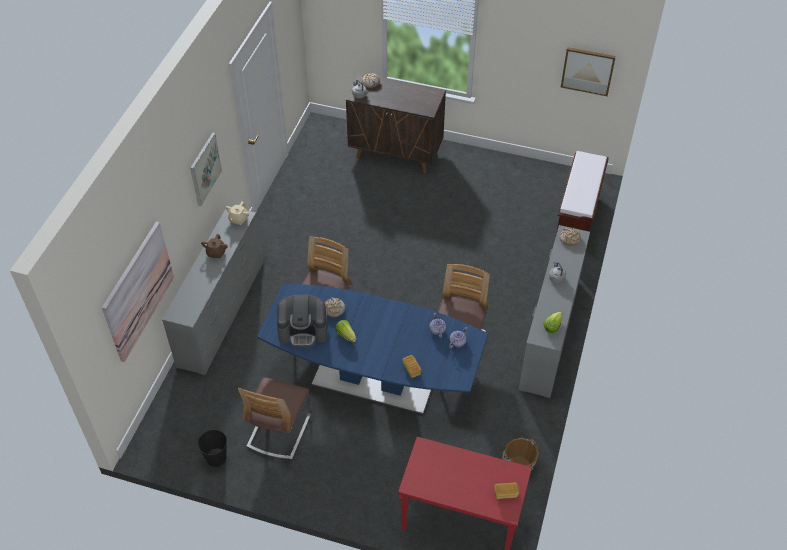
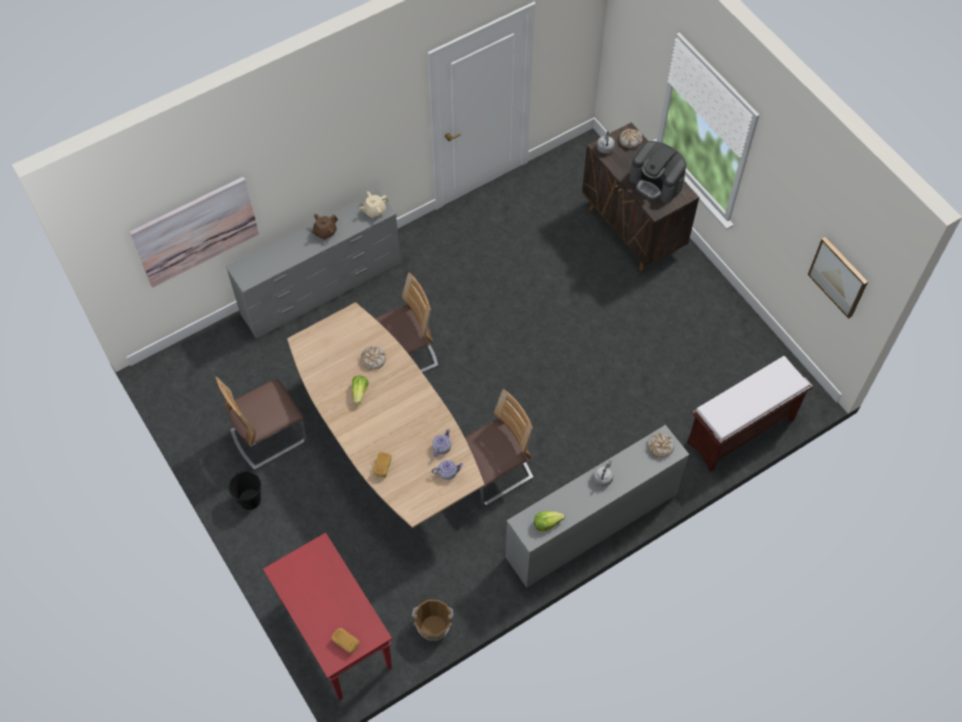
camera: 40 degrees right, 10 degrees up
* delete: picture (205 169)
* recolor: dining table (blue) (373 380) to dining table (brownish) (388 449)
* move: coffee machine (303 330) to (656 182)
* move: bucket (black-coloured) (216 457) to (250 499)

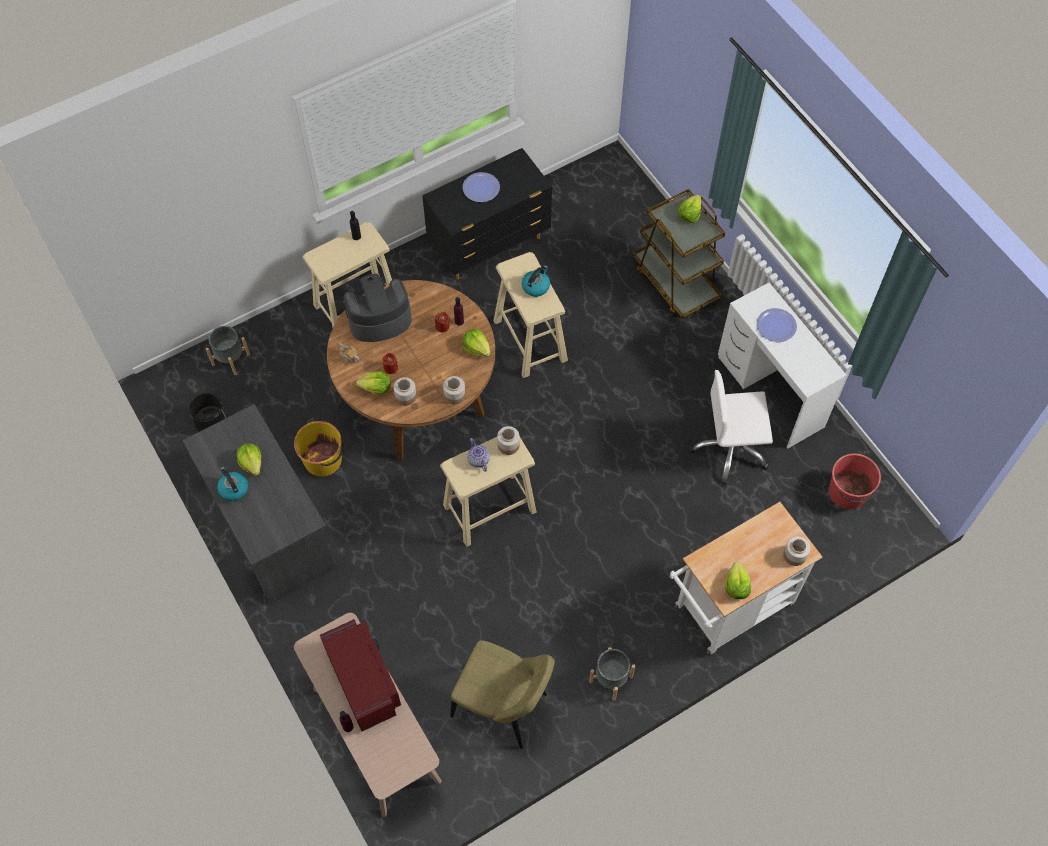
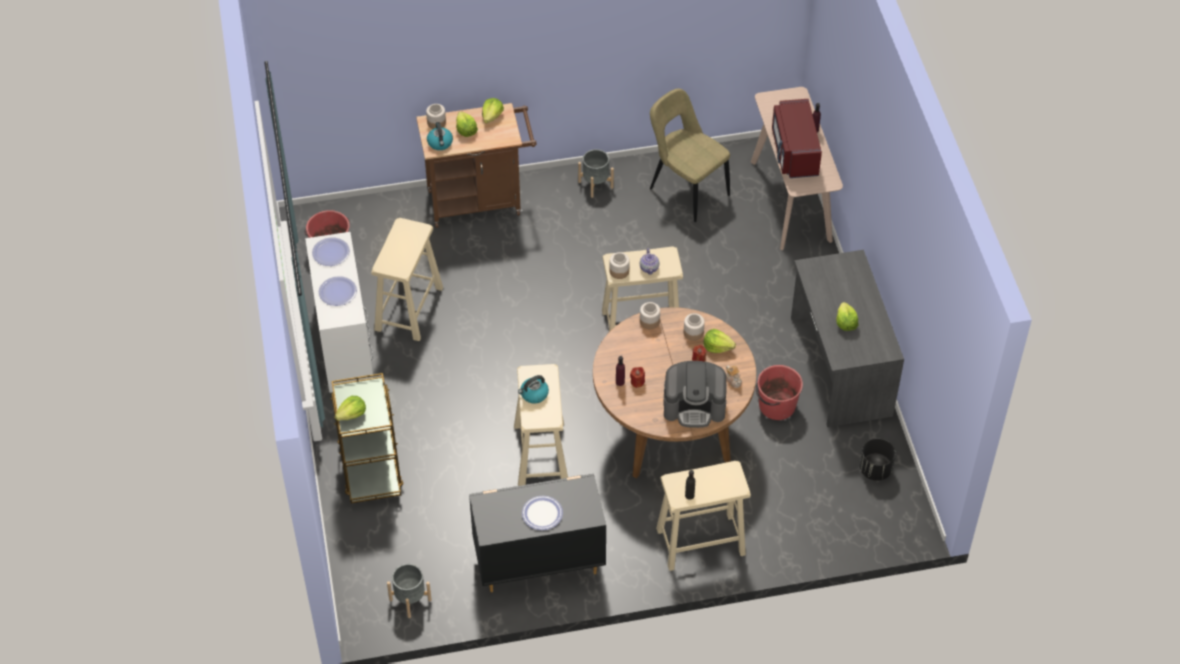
camera: 160 degrees left, 10 degrees down
* move: flower pot (greyish) (230 359) to (410 600)
* move: head of lettuce (477 348) to (465 130)
* replace: computer chair (white) (730 449) to sitting stool (sand-coloured) (408 309)
* recolor: bucket (yellow-coloured) (323 459) to bucket (reddish) (776 406)
* move: tea kettle (233 489) to (440 143)
* recolor: trolley (white) (728 609) to trolley (brownish) (480 201)
* insert: flat dish (331 252)

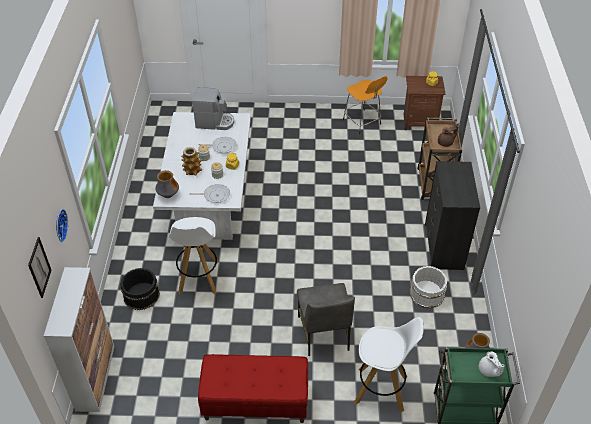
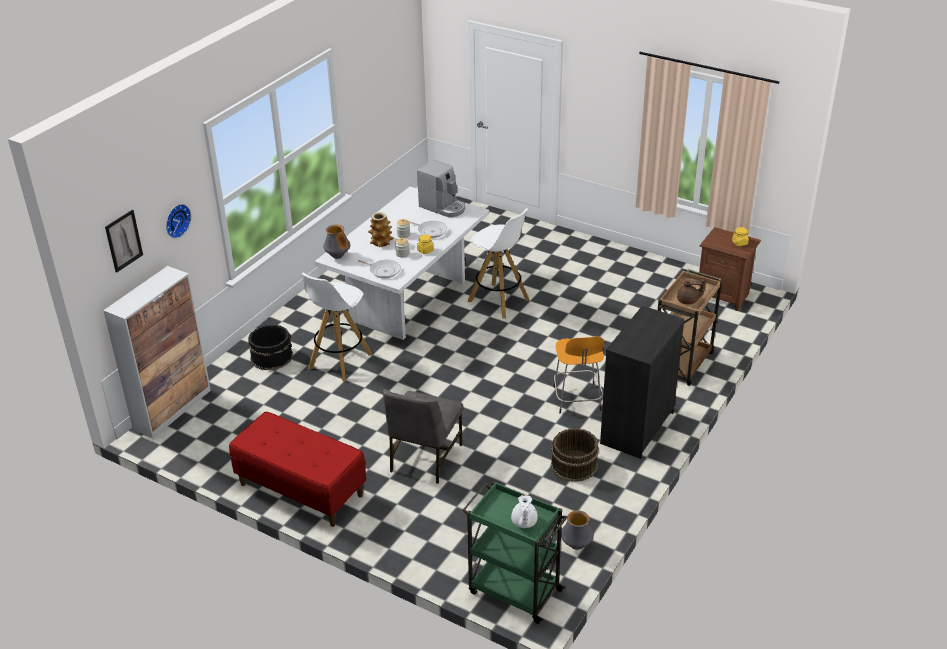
camera: 30 degrees right, 10 degrees down
* move: sitting stool (orange) (362 122) to (577 400)
* recolor: bucket (white) (426 293) to bucket (brownish) (573 465)
* move: sitting stool (white) (381 389) to (499 301)

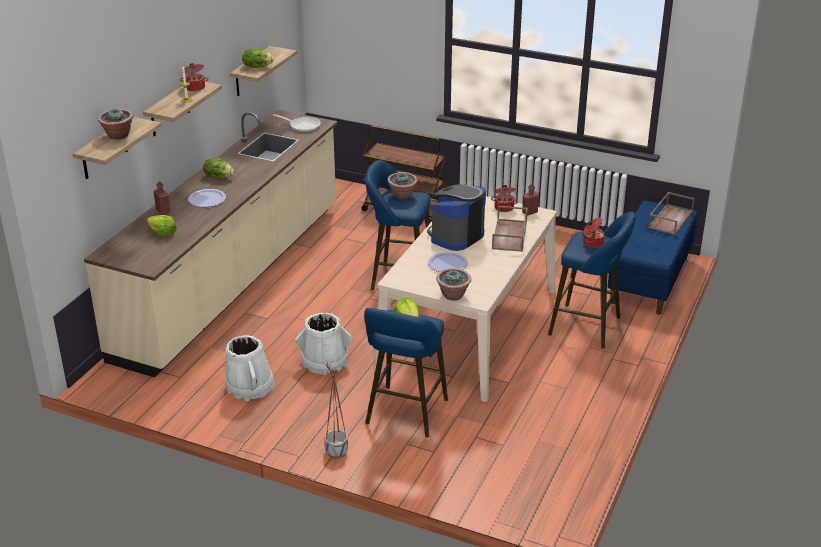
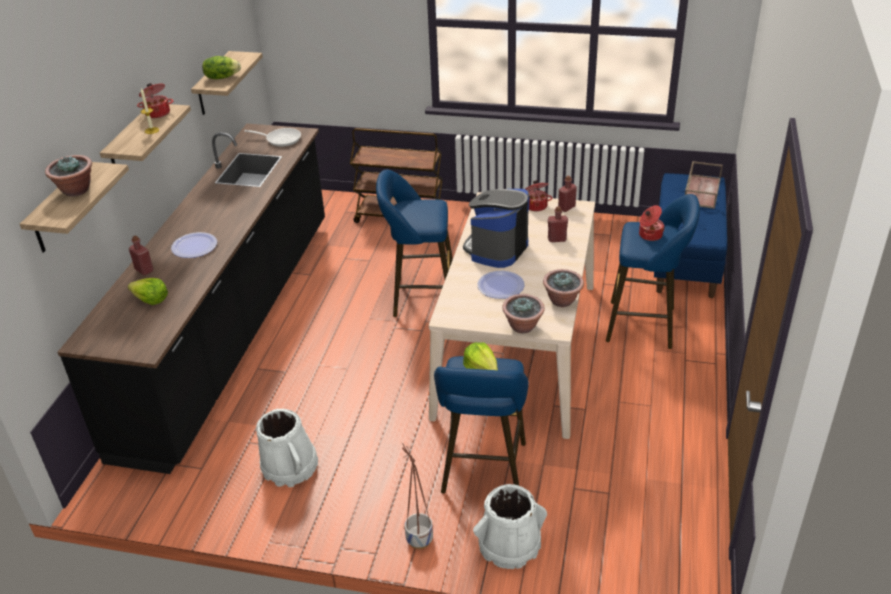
camera: 10 degrees left, 5 degrees up
* recolor: kitchen base unit (sand-coloured) (233 280) to kitchen base unit (black-coloured) (233 328)
* delete: head of lettuce (218 176)
* move: plant in a pot (402 195) to (562 300)
* replace: serving tray (brownish) (510 235) to beverage bottle (reddish) (557 239)
* move: bucket (white) (324 361) to (509 544)

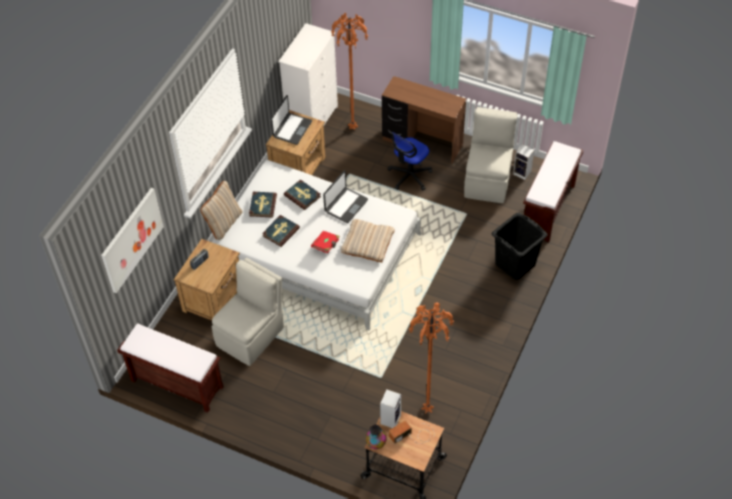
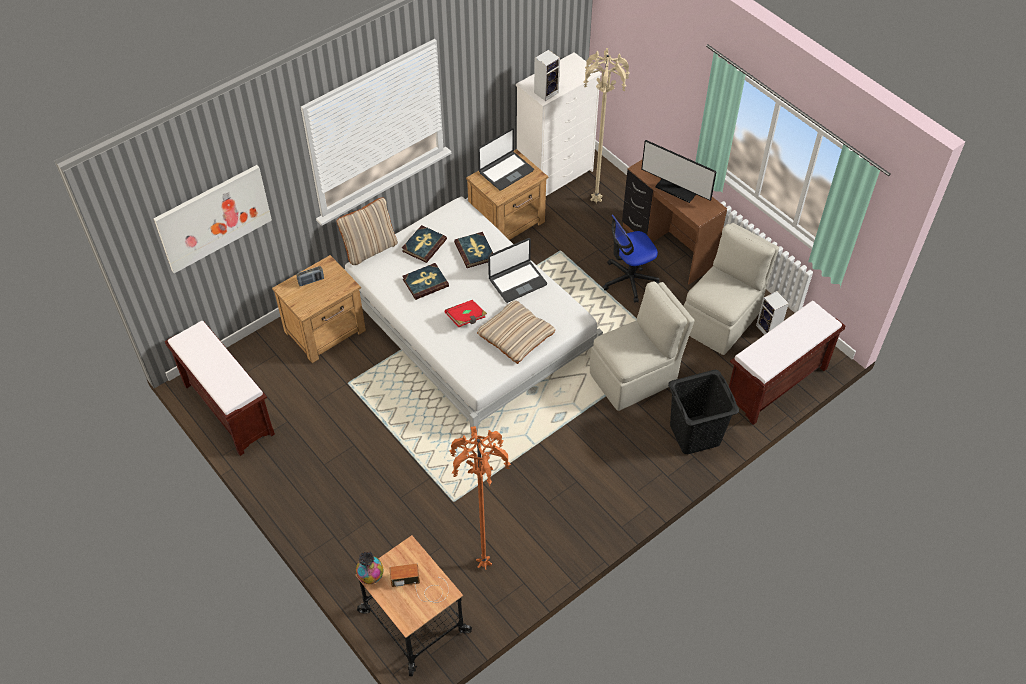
camera: 25 degrees right, 0 degrees up
* recolor: standing lamp (orange) (353 128) to standing lamp (sand-coloured) (596 202)
* move: upright chair (sand-coloured) (251 335) to (635 377)
* move: speaker (390 418) to (546 92)
* insert: computer display (676 189)

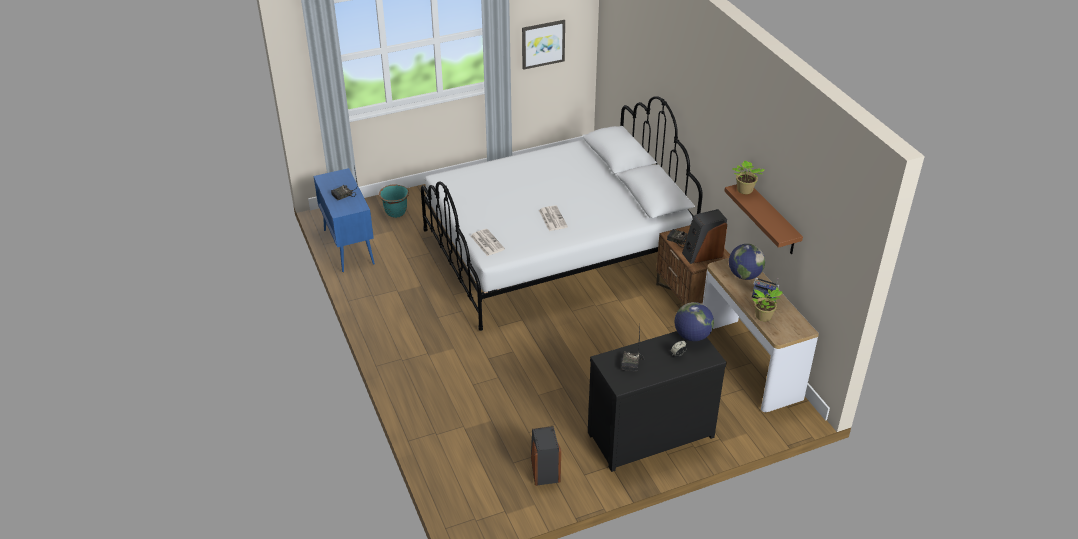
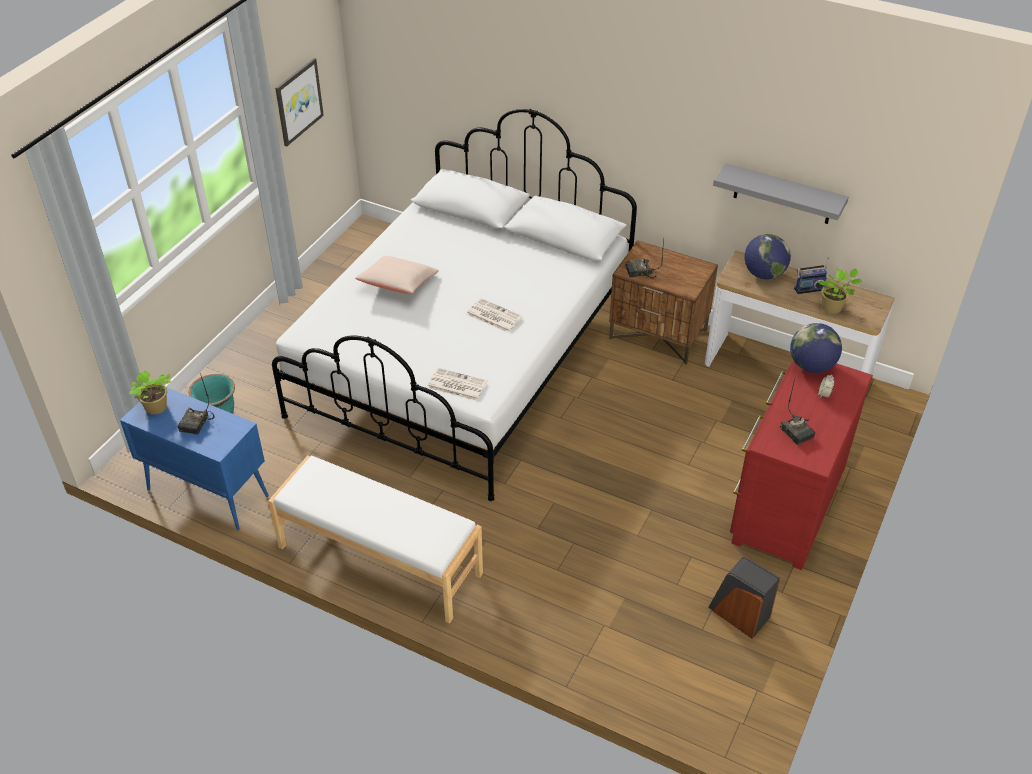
camera: 40 degrees left, 5 degrees up
* move: plant in a pot (744 190) to (156 409)
* recolor: bracket shelf (brownish) (772 219) to bracket shelf (greyish) (783 194)
* delete: speaker (702 254)
* recolor: drawer chest (black-coloured) (648 432) to drawer chest (reddish) (785 504)
* insert: throw pillow (sand-coloured) (398 284)
* insert: bench (white) (379 561)

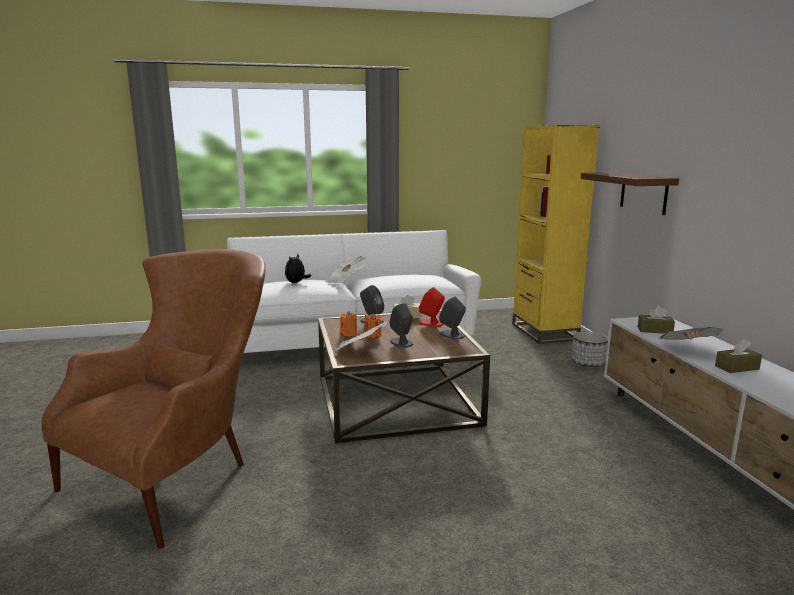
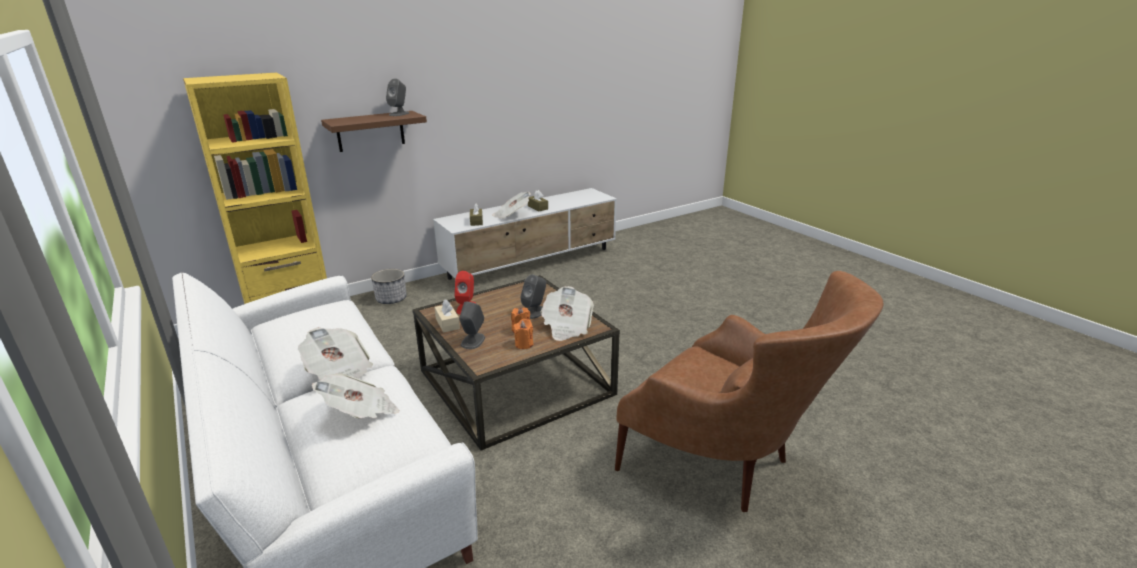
camera: 110 degrees left, 10 degrees up
* rotate: lounge chair (brownish) (181 471) = (727 466) 150 degrees counterclockwise
* replace: soft toy (296 282) to newspaper (361 413)
* move: speaker (greyish) (452 335) to (399 114)

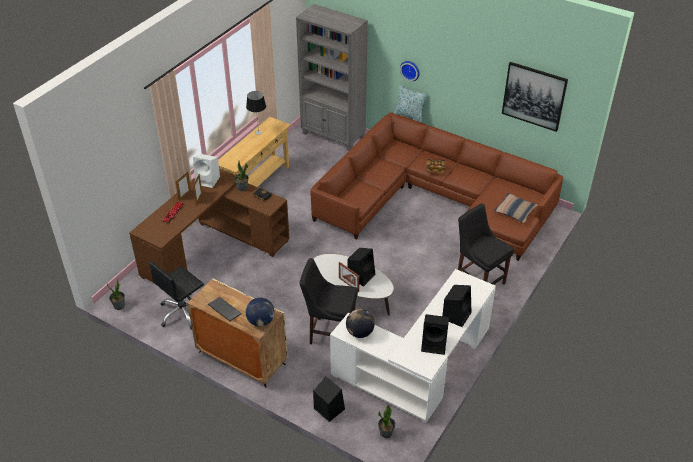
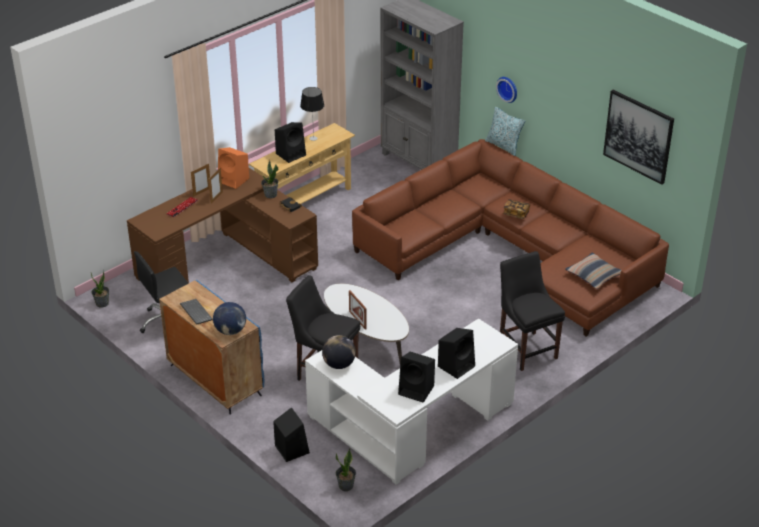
camera: 15 degrees right, 5 degrees down
* recolor: speaker (white) (208 180) to speaker (orange) (234 180)
* move: speaker (black-coloured) (361 275) to (291 154)
* recolor: cabinet (sand-coloured) (241 358) to cabinet (blue) (215 380)

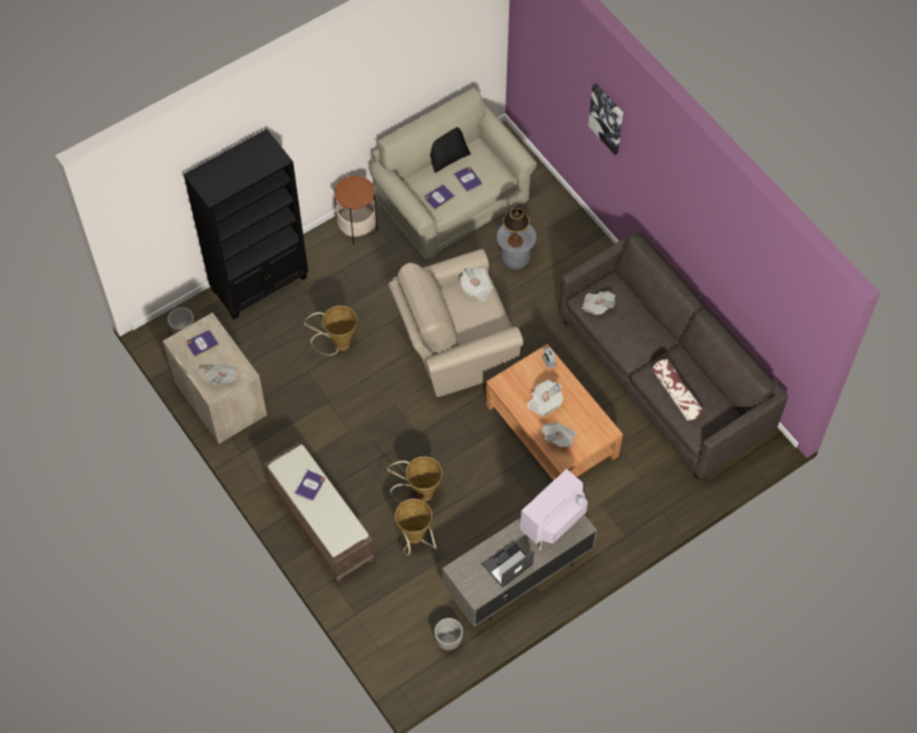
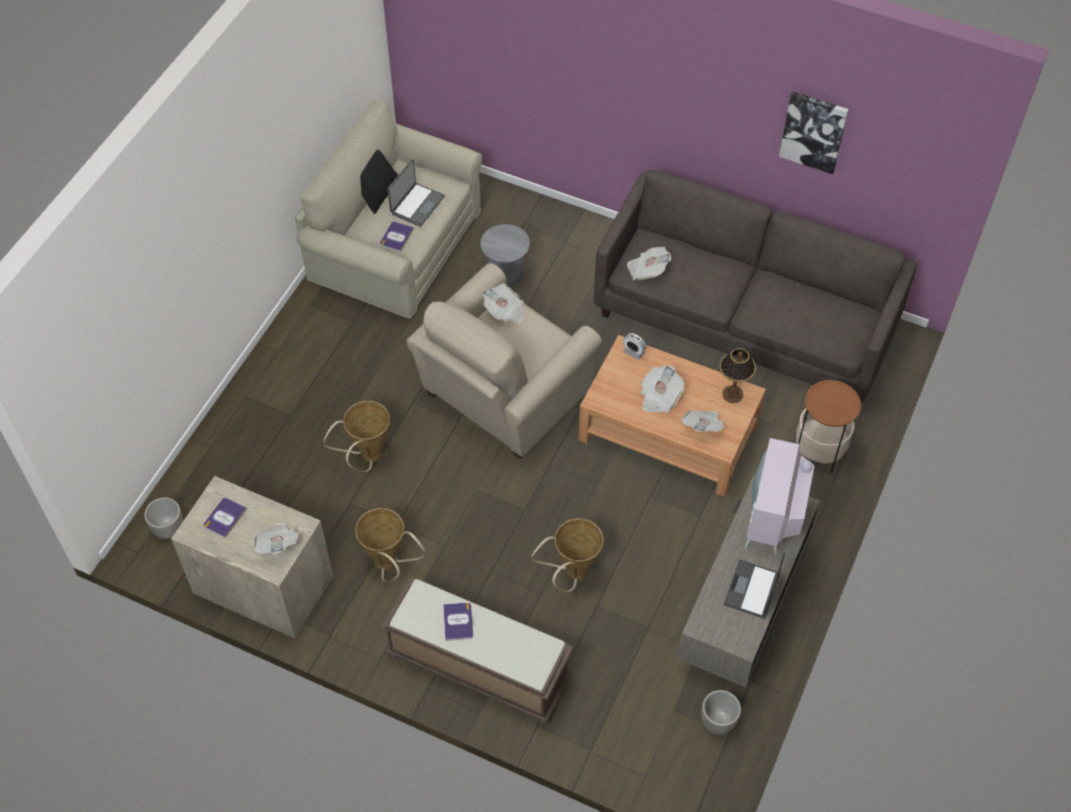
camera: 30 degrees left, 5 degrees down
* move: picture (607 118) to (813 131)
* delete: bookshelf (black-coloured) (260 284)
* replace: bound book (468 179) to portable computer (416 205)
* move: side table (357 227) to (819 450)
* move: table lamp (515 240) to (732 394)
* delete: throw pillow (676 394)
* move: household basket (415 540) to (389 565)

